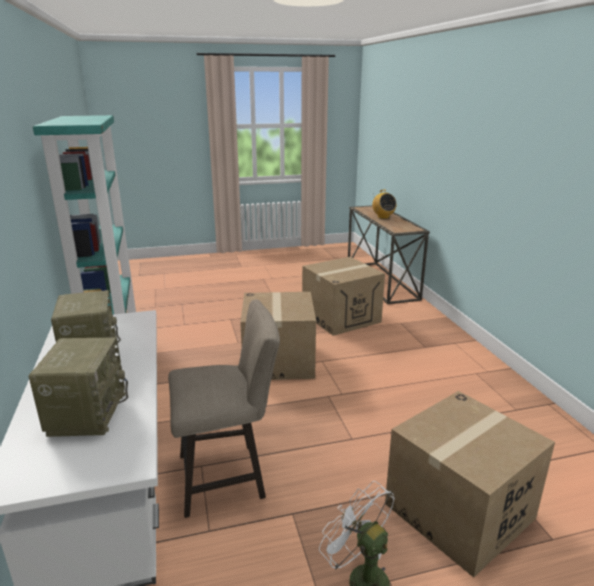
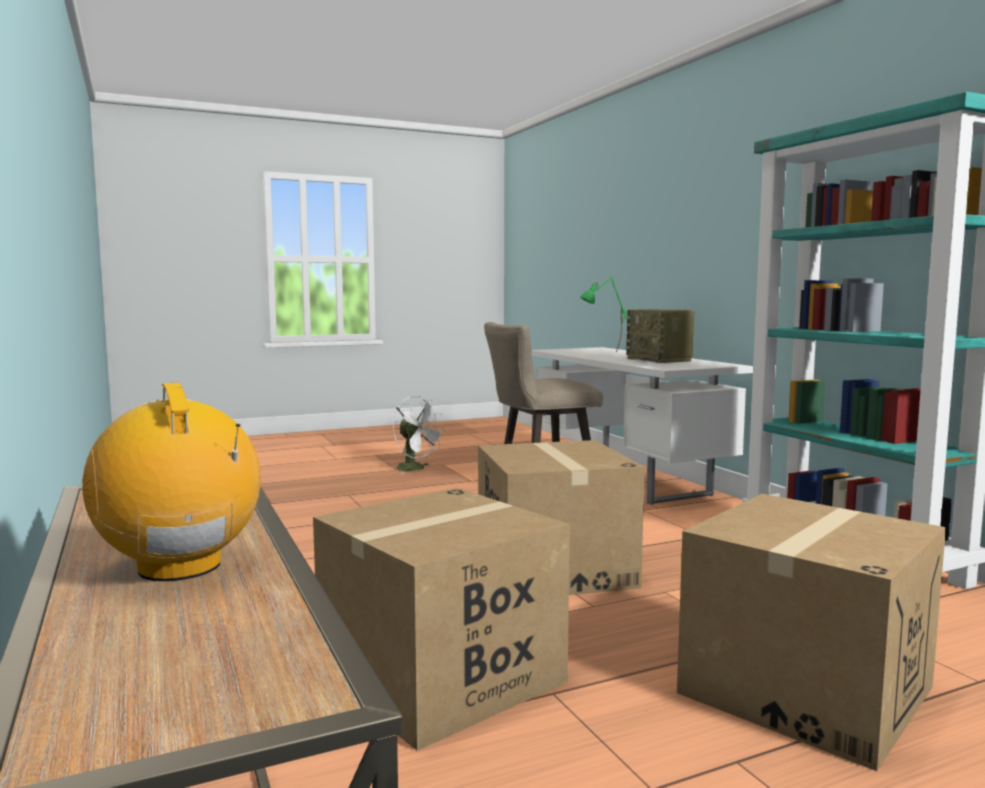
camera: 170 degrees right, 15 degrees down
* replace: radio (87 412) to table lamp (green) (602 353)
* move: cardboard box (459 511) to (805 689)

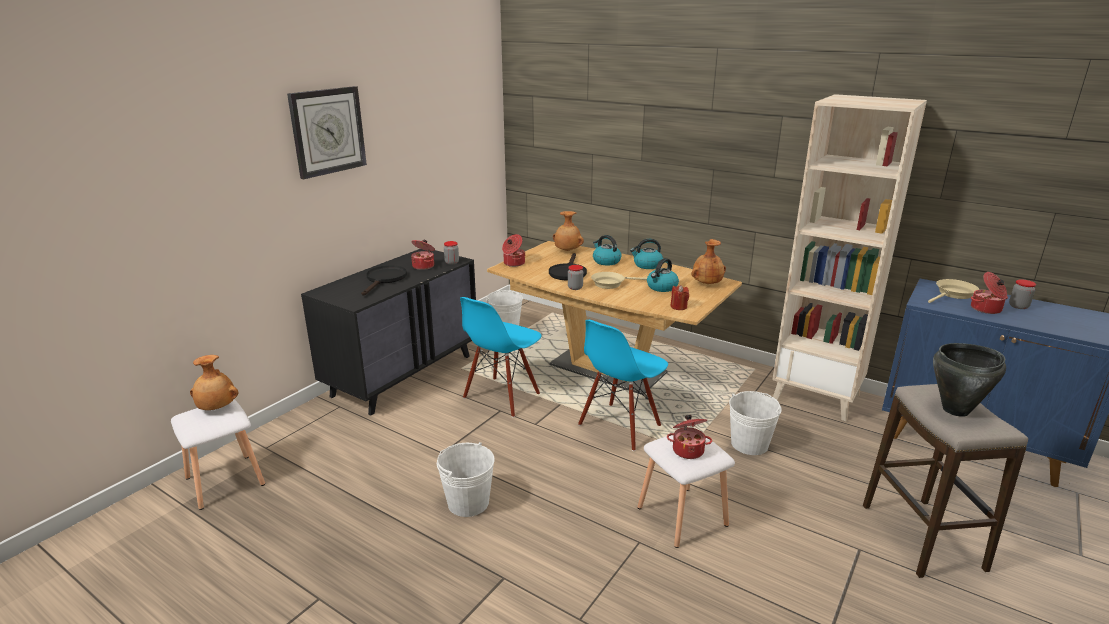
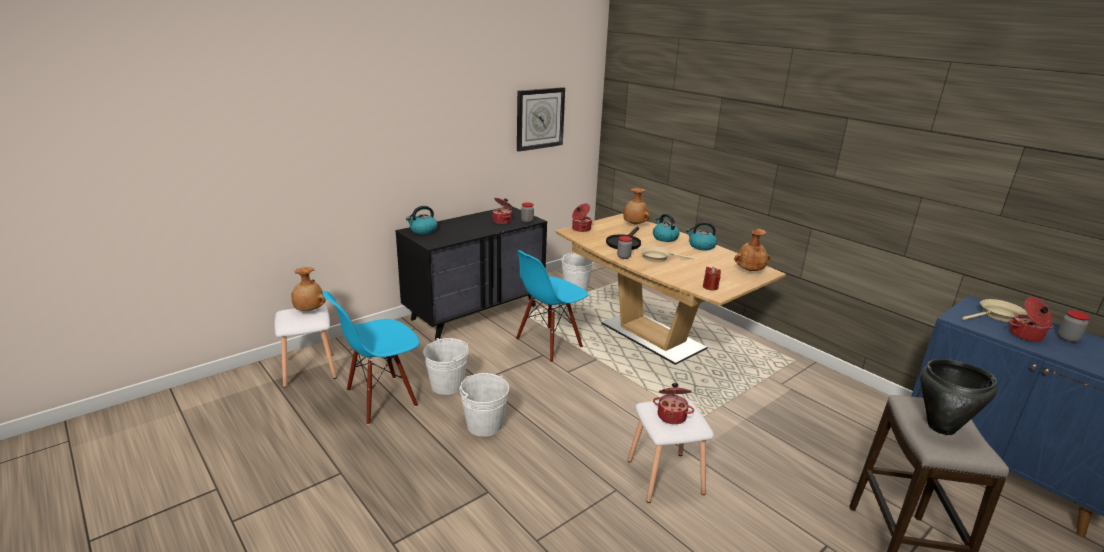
camera: 15 degrees right, 0 degrees up
* move: clock on the wall (327 131) to (540 118)
* delete: bookshelf (sand-coloured) (817 397)
* move: tea kettle (662 287) to (423 231)
* delete: pan (black-coloured) (384 279)
* move: upright chair (blue) (620 426) to (381 399)
* move: bucket (white) (749 444) to (447 385)

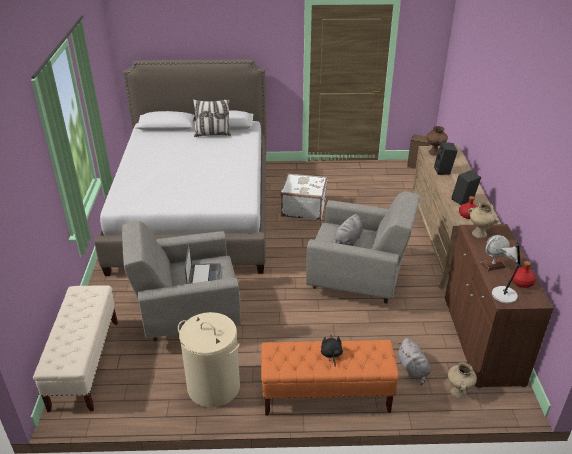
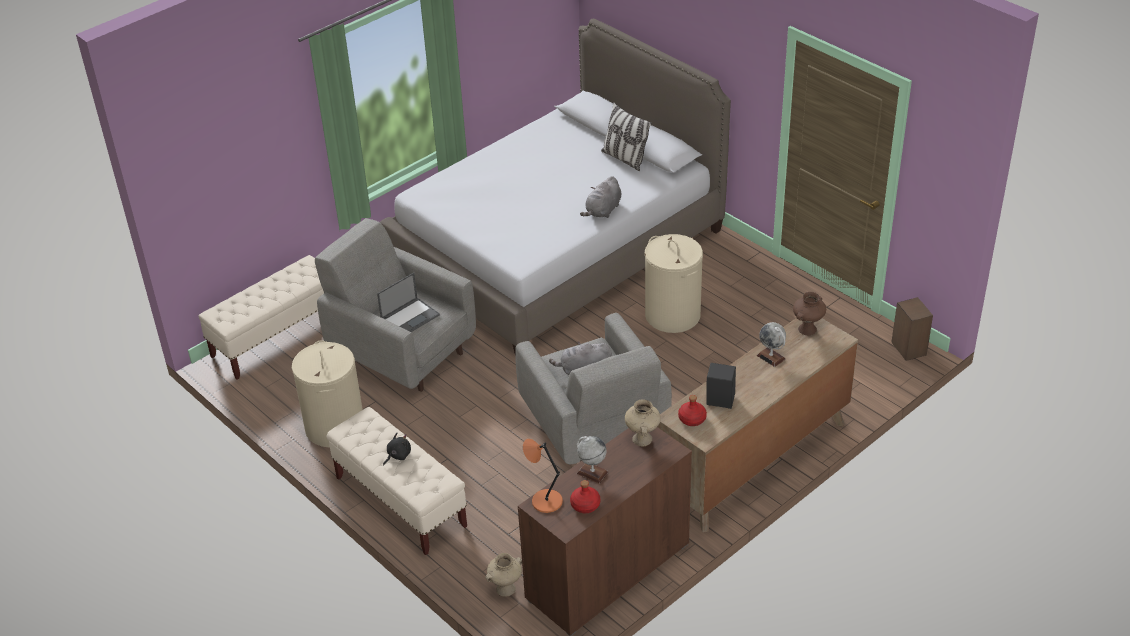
camera: 50 degrees right, 5 degrees up
* replace: speaker (black-coloured) (444 171) to world globe (771 357)
* replace: suitcase (white) (303 208) to laundry basket (sand-coloured) (672 315)
* recolor: table lamp (greyish) (503 296) to table lamp (orange) (545 501)
* move: soft toy (greyish) (413 369) to (603 211)
* recolor: bench (orange) (326 396) to bench (sand-coloured) (400 502)

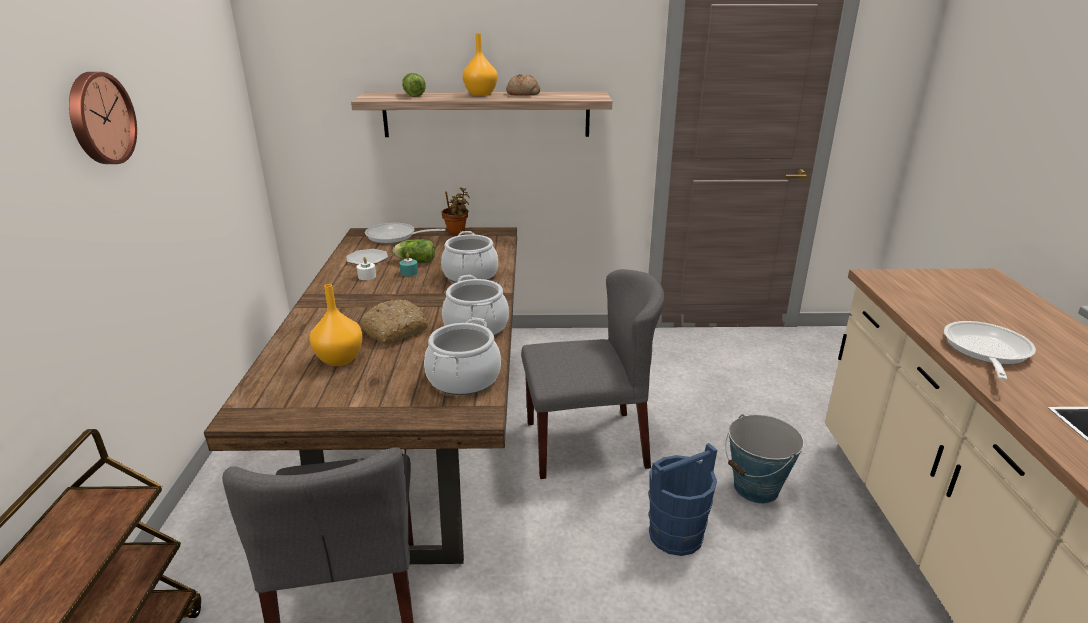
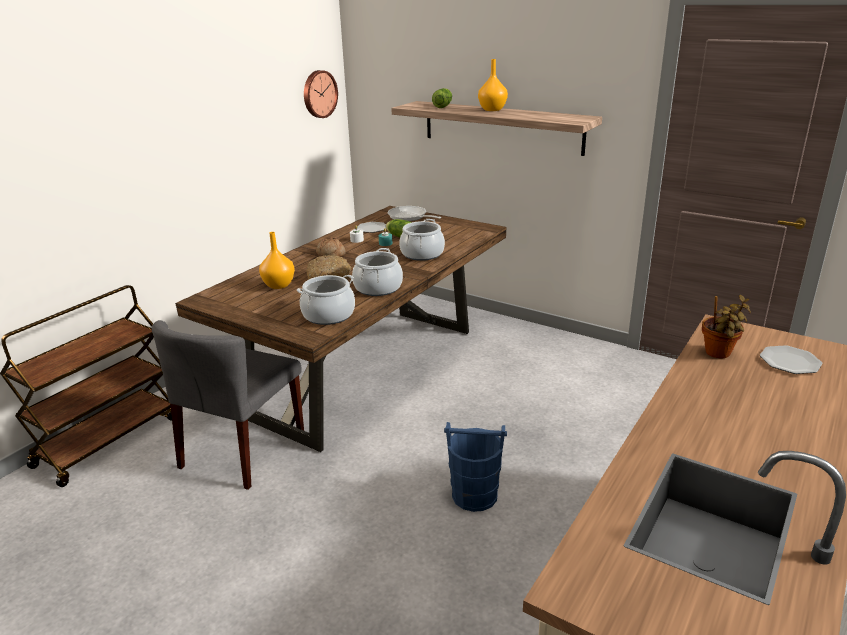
camera: 35 degrees right, 0 degrees up
* move: clock on the wall (99 118) to (319 94)
* move: bread (522 94) to (330 254)
* move: plant in a pot (457 232) to (719 354)
* delete: upright chair (greyish) (587 443)
* delete: pan (985 352)
* delete: bucket (756 488)
* insert: flat dish (789 362)

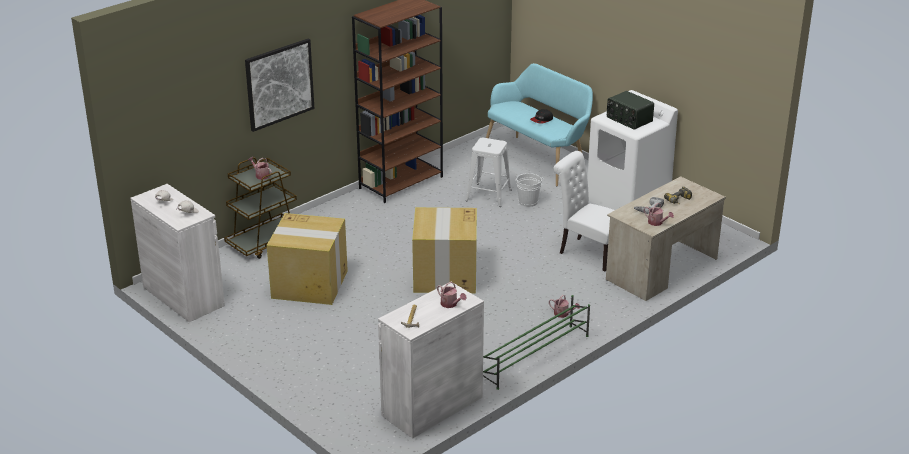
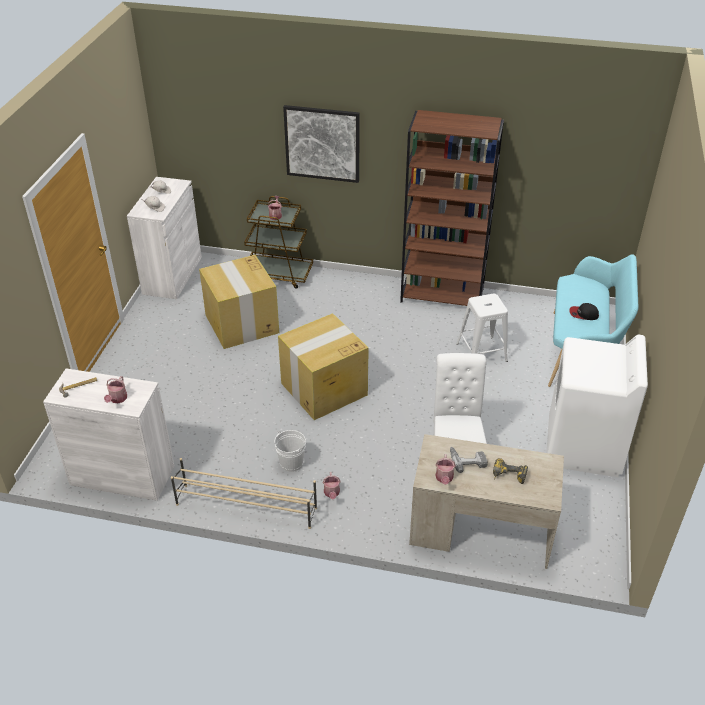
camera: 55 degrees right, 10 degrees up
* delete: radio (628 120)
* move: bucket (white) (528 202) to (291 463)
* recolor: shoe stand (green) (534 356) to shoe stand (sand-coloured) (245 506)

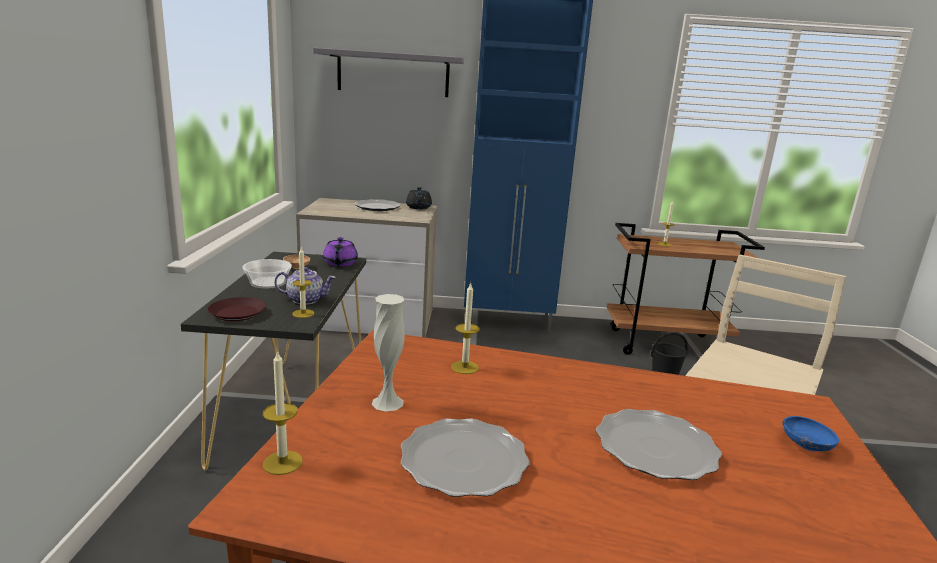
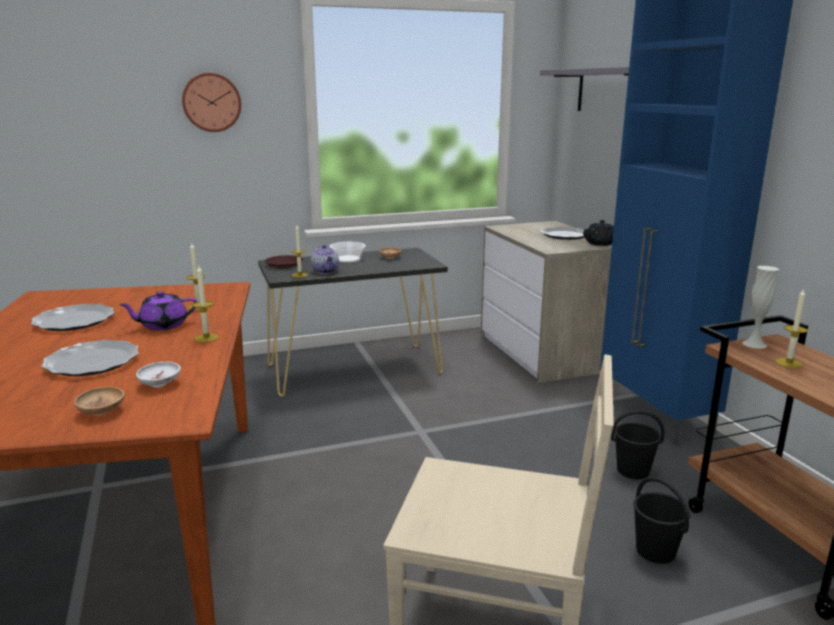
camera: 70 degrees right, 0 degrees up
* move: teapot (purplish) (340 263) to (163 325)
* move: flower vase (white) (387 402) to (754 344)
* move: wax candle (282 462) to (206 338)
* recolor: bowl (blue) (805 445) to bowl (brownish) (102 411)
* insert: clock on the wall (211 102)
* insert: bowl (white) (160 384)
* insert: bucket (black-coloured) (632 470)

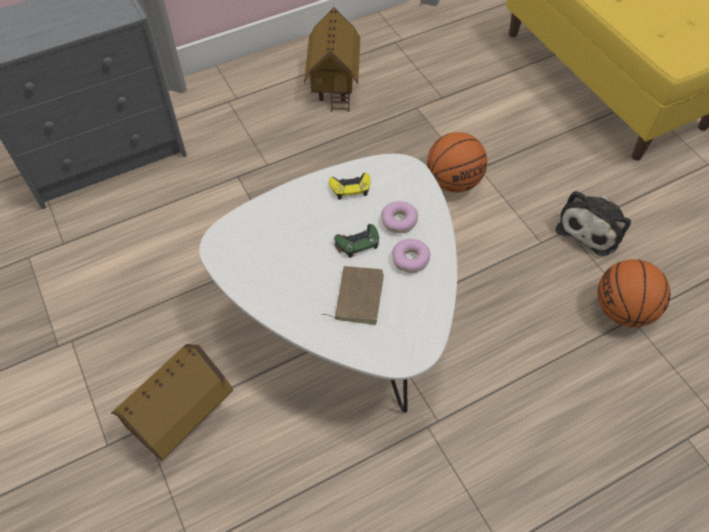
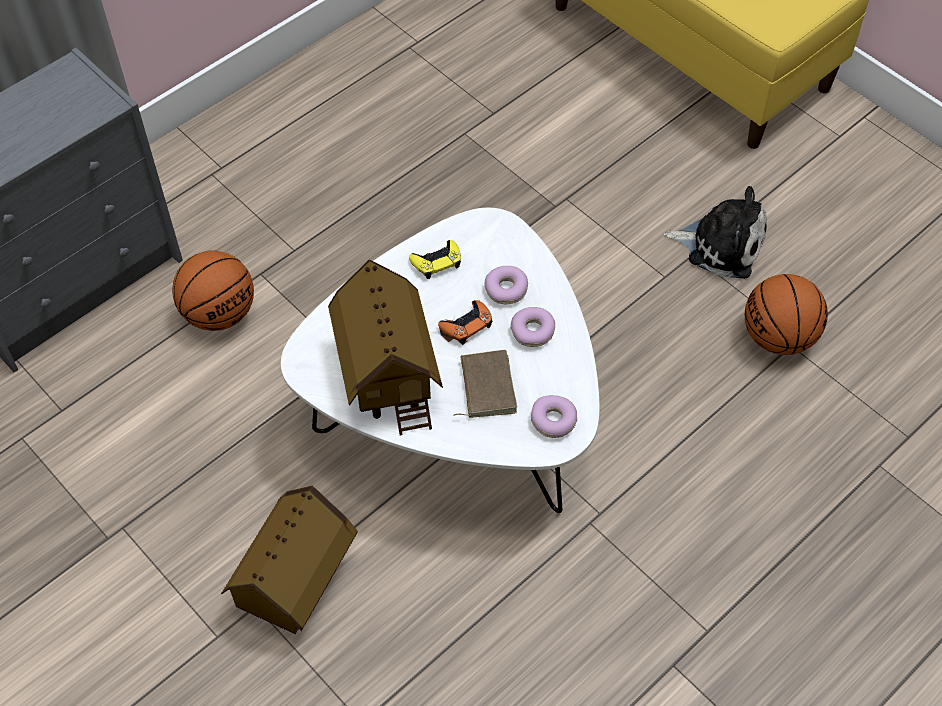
camera: 15 degrees left, 0 degrees up
* move: model house (334 83) to (388 375)
* move: basketball (453 182) to (219 314)
* rotate: soft toy (592 227) = (720 244) 90 degrees counterclockwise
* recolor: game controller (green) (358 243) to game controller (orange) (466 325)
* insert: doughnut (553 421)

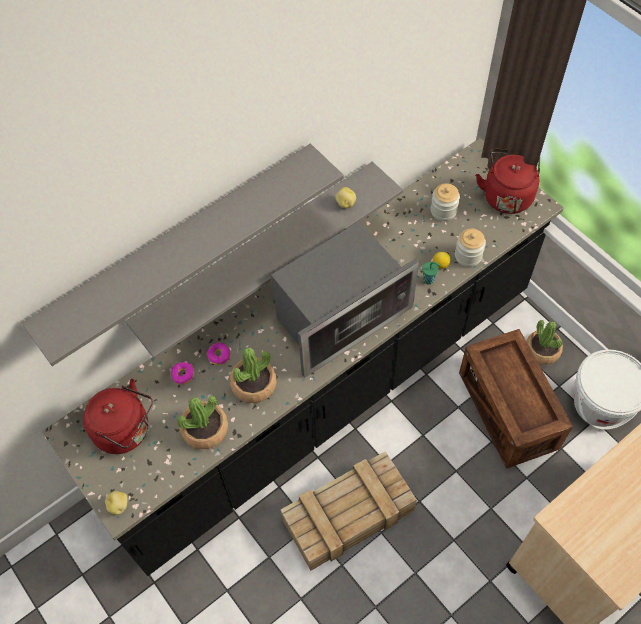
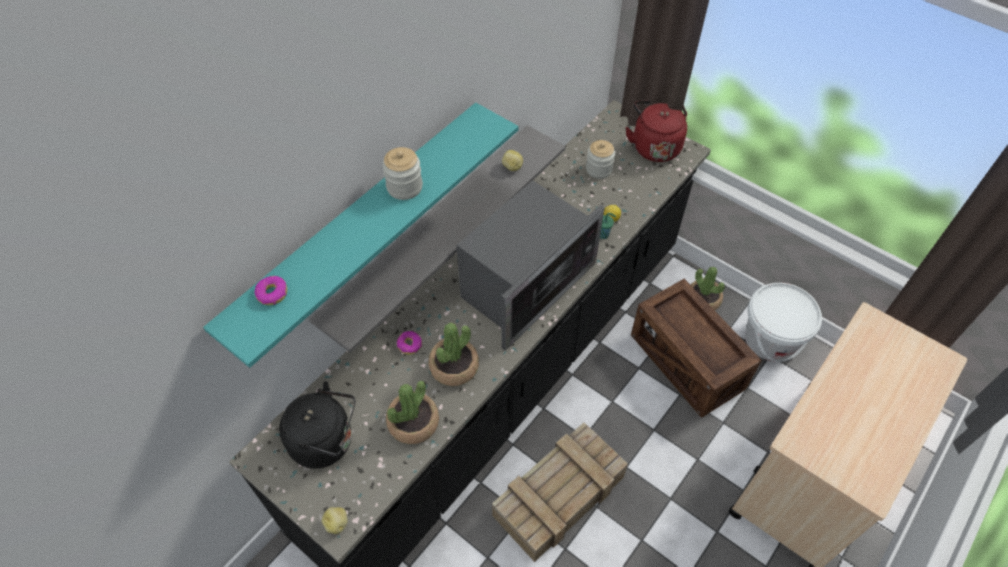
camera: 15 degrees left, 5 degrees down
* recolor: bracket shelf (greyish) (179 245) to bracket shelf (turquoise) (359 223)
* move: preserve jar (468 256) to (404 187)
* move: doughnut (183 375) to (272 294)
* recolor: tea kettle (reddish) (126 431) to tea kettle (black-coloured) (326 441)

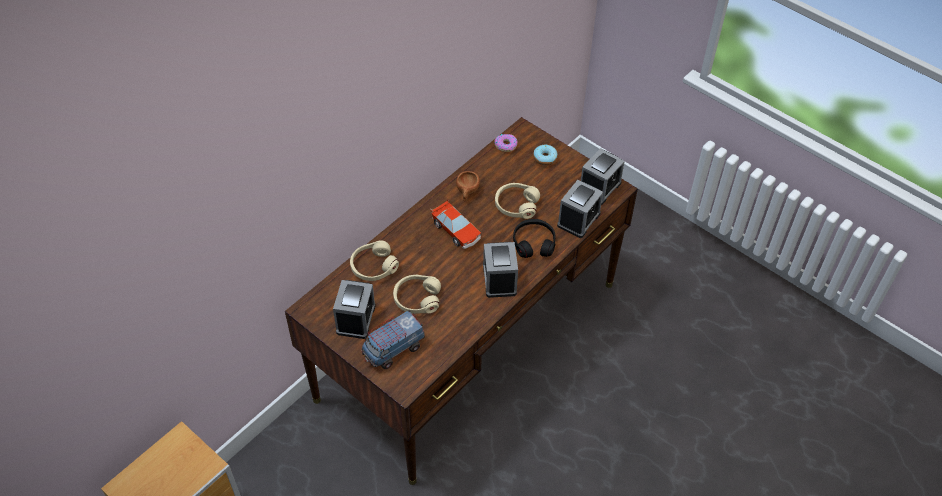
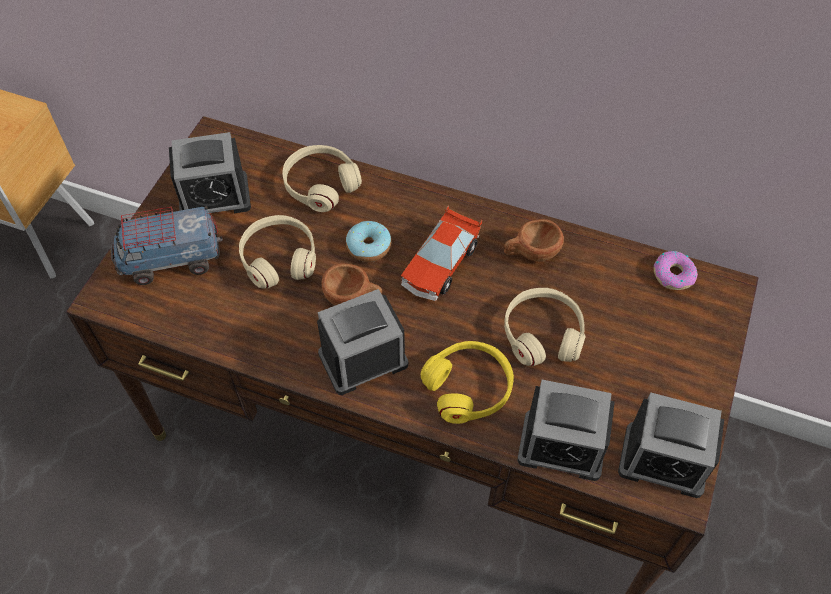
camera: 70 degrees right, 5 degrees up
* move: doughnut (545 158) to (369 247)
* recolor: pair of headphones (black-coloured) (533 243) to pair of headphones (yellow-coloured) (468 387)
* rotate: toy lorry (393 349) = (171 260) 45 degrees counterclockwise
* insert: cup (brownish) (353 298)

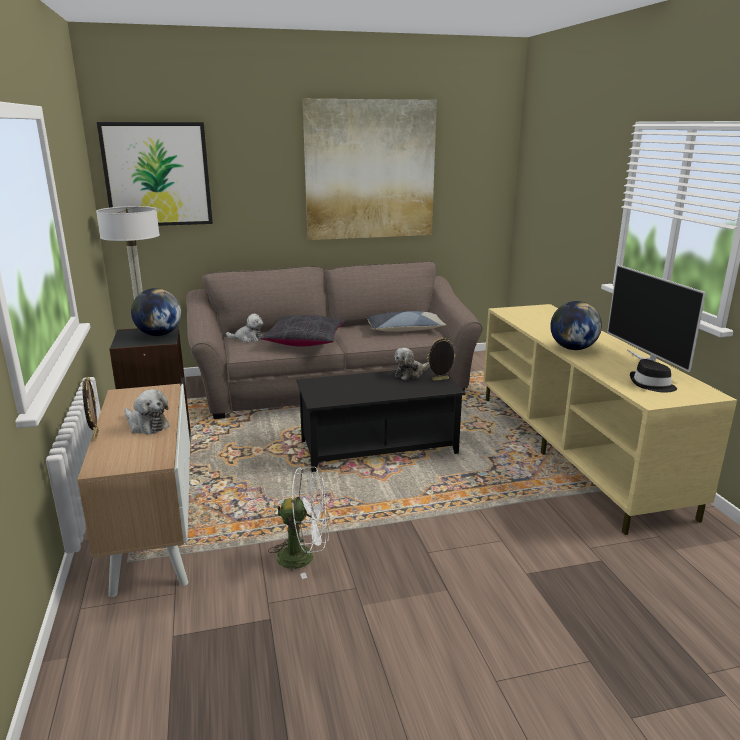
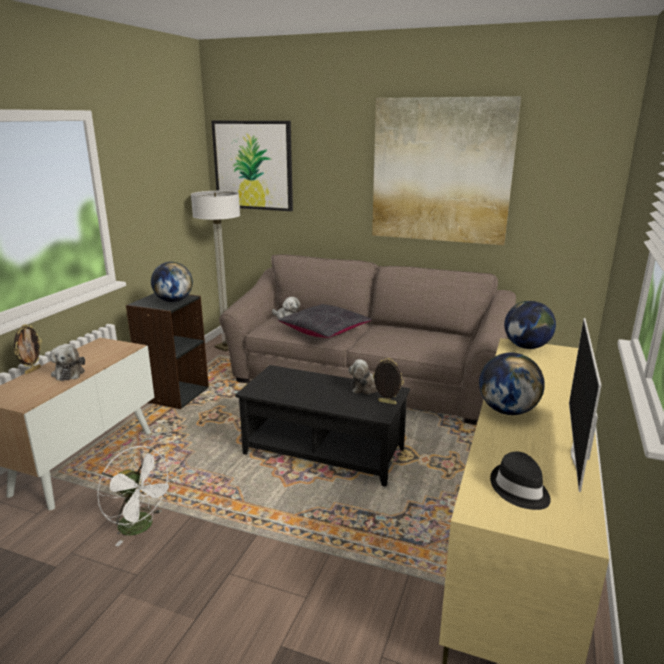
camera: 35 degrees right, 0 degrees up
* delete: throw pillow (404 330)
* insert: world globe (526 347)

